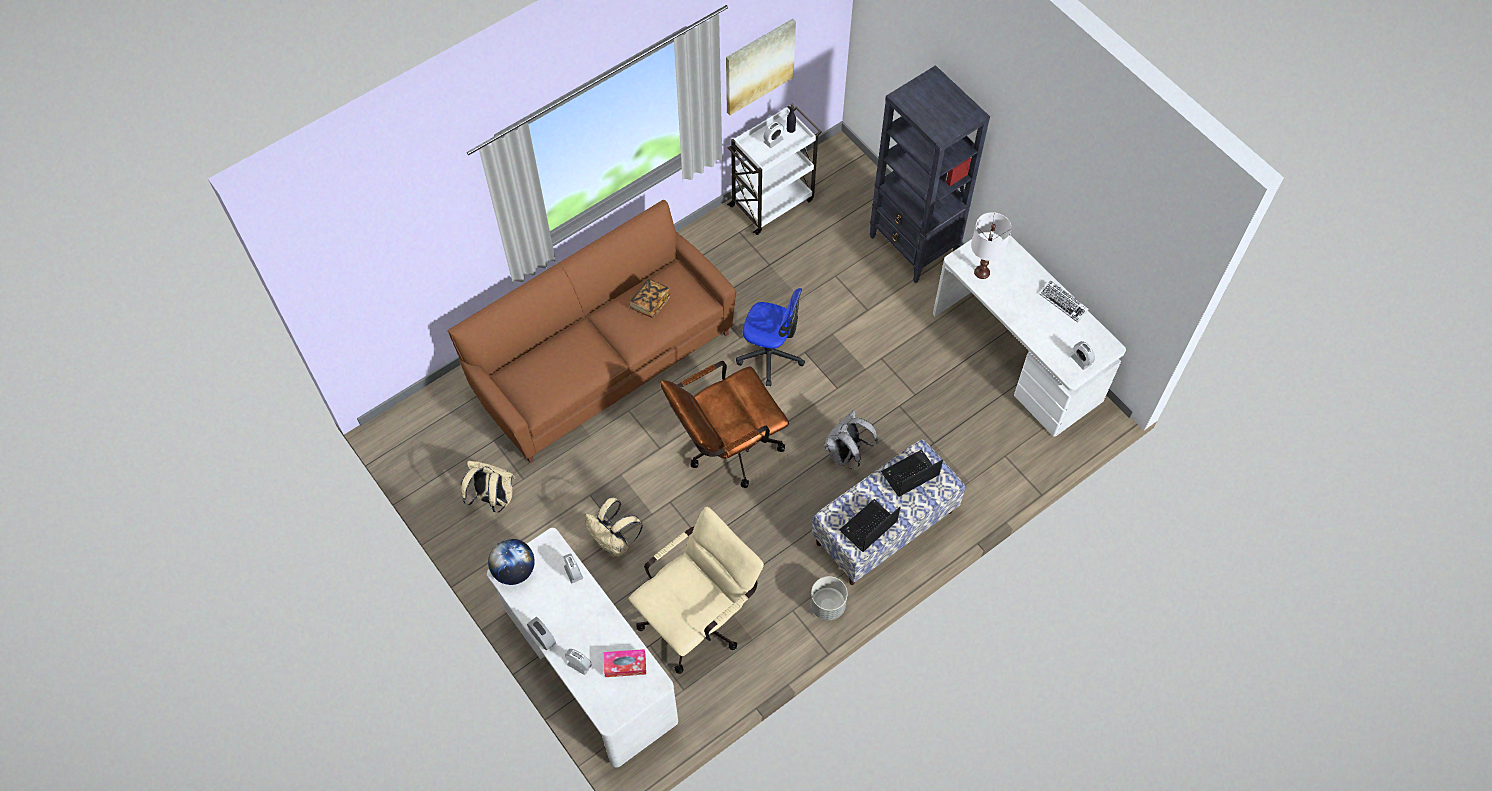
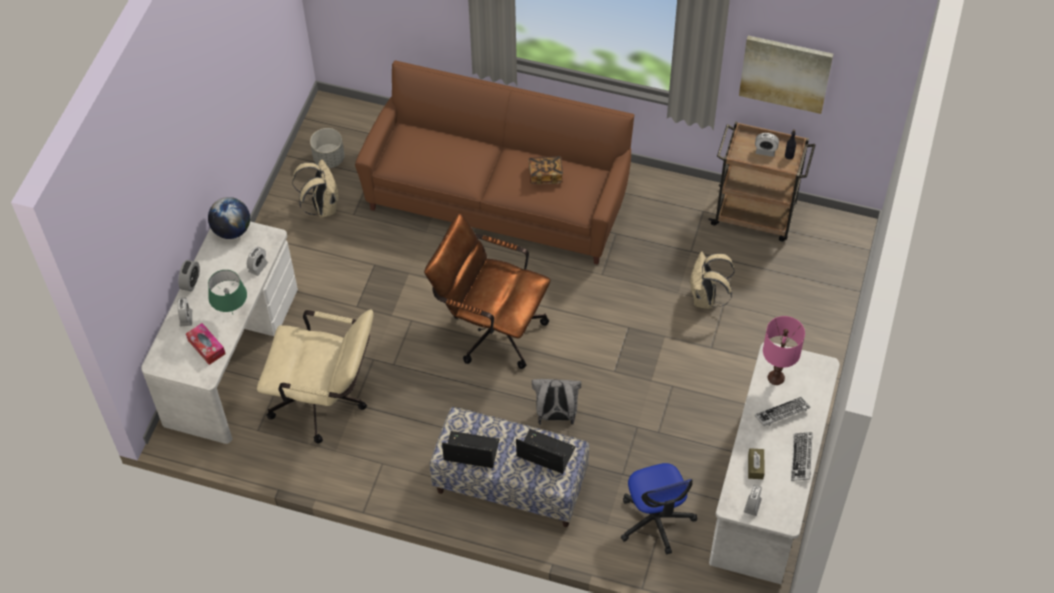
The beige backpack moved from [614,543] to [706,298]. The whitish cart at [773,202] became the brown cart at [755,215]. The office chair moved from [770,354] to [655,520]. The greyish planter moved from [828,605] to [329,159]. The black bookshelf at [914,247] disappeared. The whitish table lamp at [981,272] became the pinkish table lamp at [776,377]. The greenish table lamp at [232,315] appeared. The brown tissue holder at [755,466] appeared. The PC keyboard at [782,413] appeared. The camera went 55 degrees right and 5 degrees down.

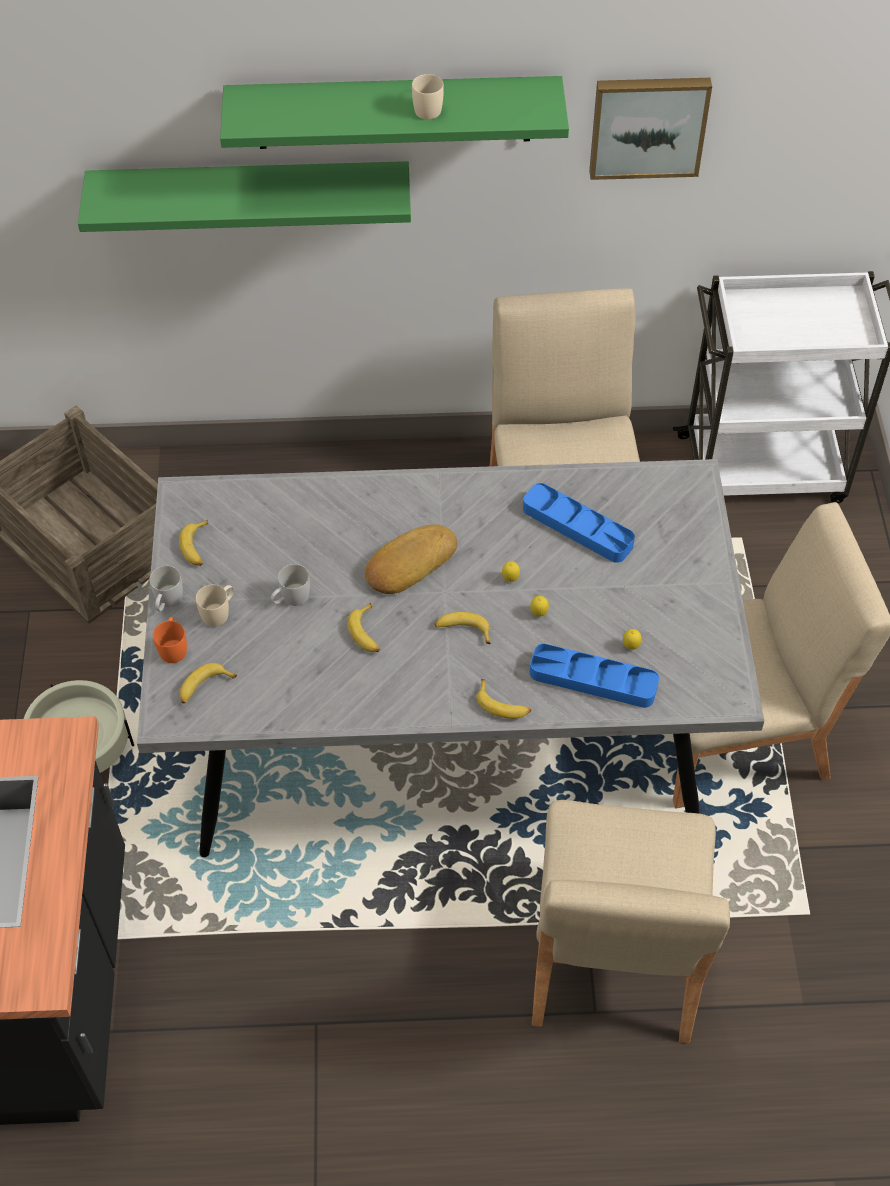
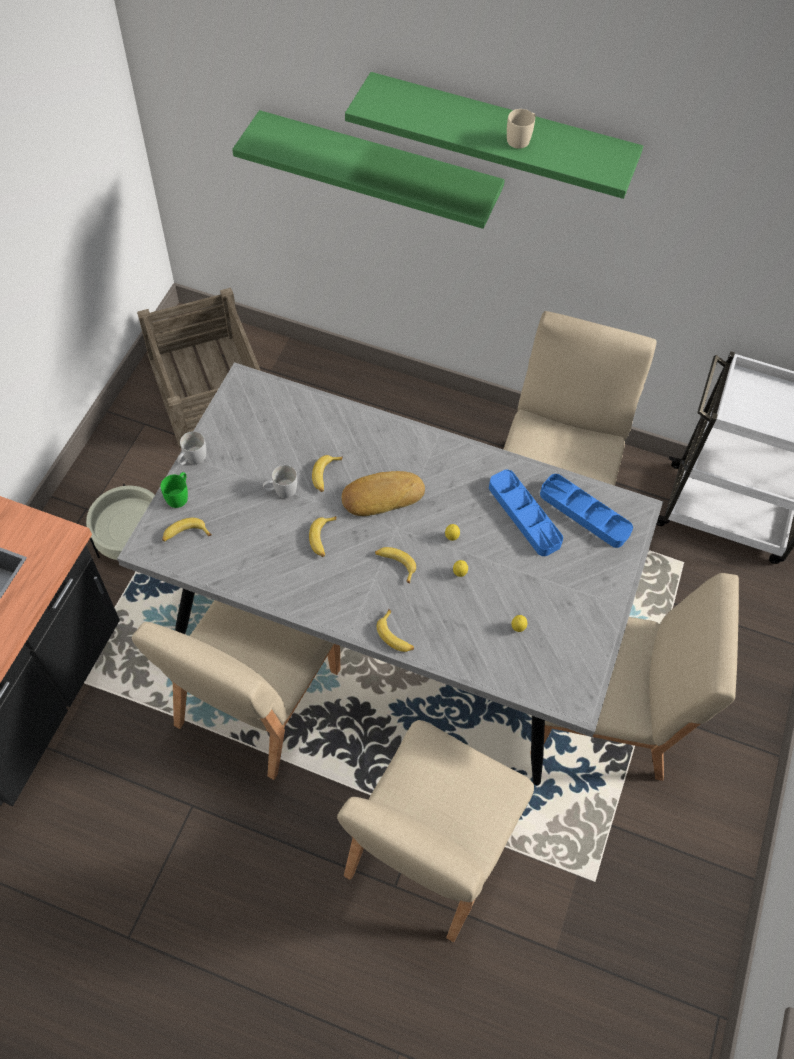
The orangey tea mug at [173,647] became the greenish tea mug at [179,495]. The banana moved from [197,547] to [325,475]. The beige tea mug at [219,612] disappeared. The bluish carrying tray moved from [593,679] to [584,513]. The wall art at [648,125] disappeared. The beige upright chair at [256,699] appeared. The camera went 20 degrees right and 5 degrees up.

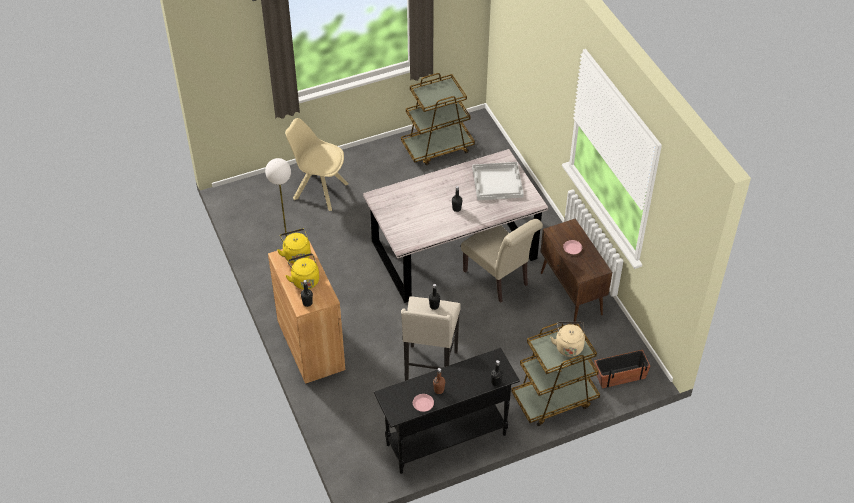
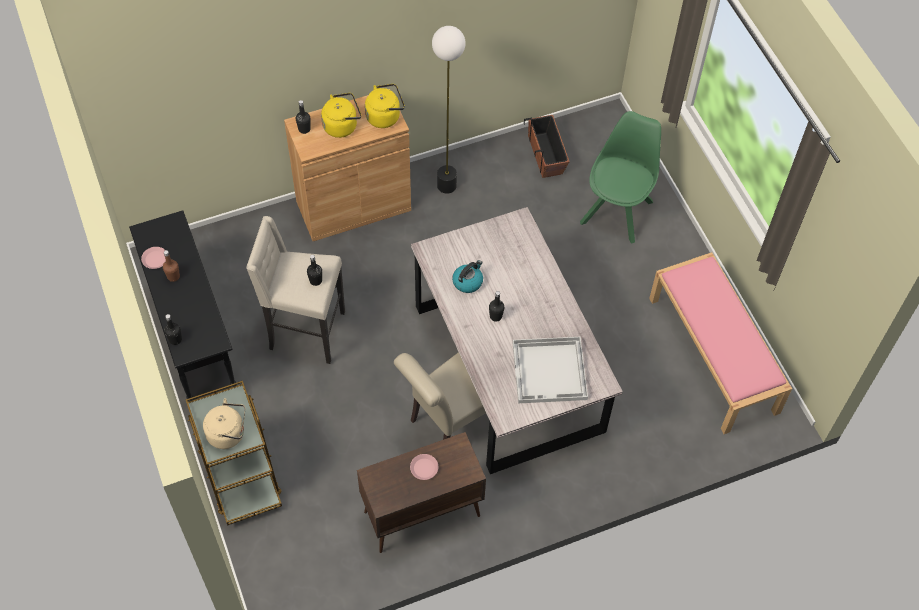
The beige upright chair at [319,190] became the greenish upright chair at [617,210]. The brown cart at [438,147] was replaced by the pinkish indoor bench at [714,355]. The planter moved from [620,375] to [546,154]. The kettle at [468,281] appeared. The camera went 90 degrees right and 10 degrees up.

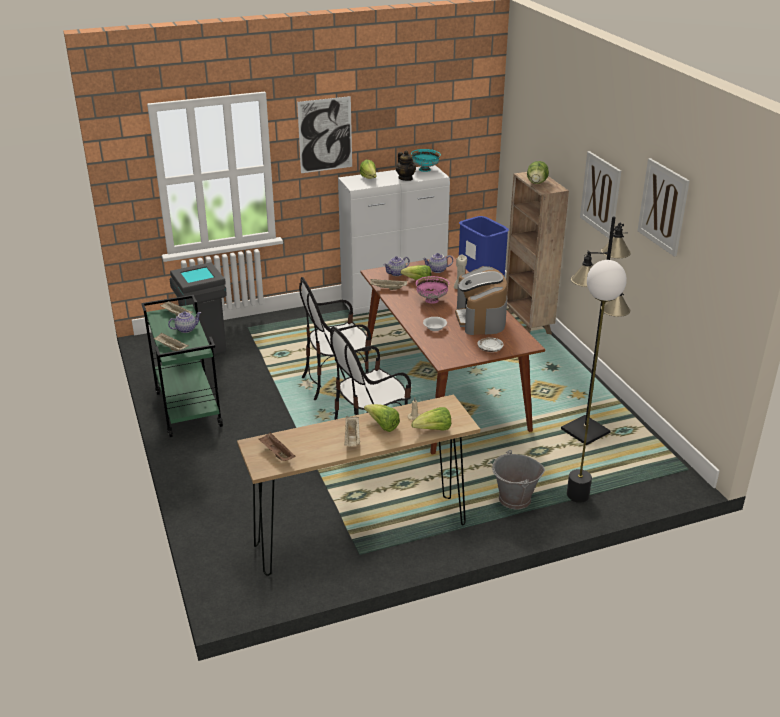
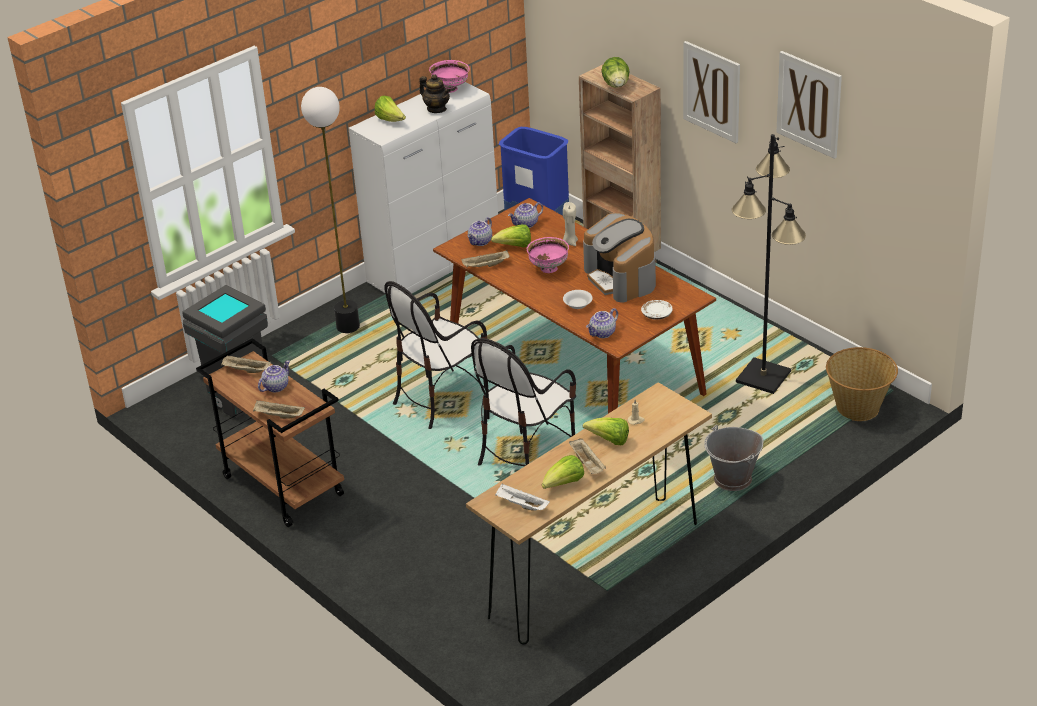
The greenish cart at [187,409] became the brown cart at [281,486]. The brown carrying tray at [276,454] became the whitish carrying tray at [521,505]. The wall art at [325,135] disappeared. The blue-green deep dish at [425,169] became the pinkish deep dish at [450,88]. The lettuce head moved from [433,430] to [564,484]. The floor lamp moved from [578,495] to [348,327]. The teapot at [603,333] appeared. The household basket at [858,407] appeared. The camera went 20 degrees left and 5 degrees up.

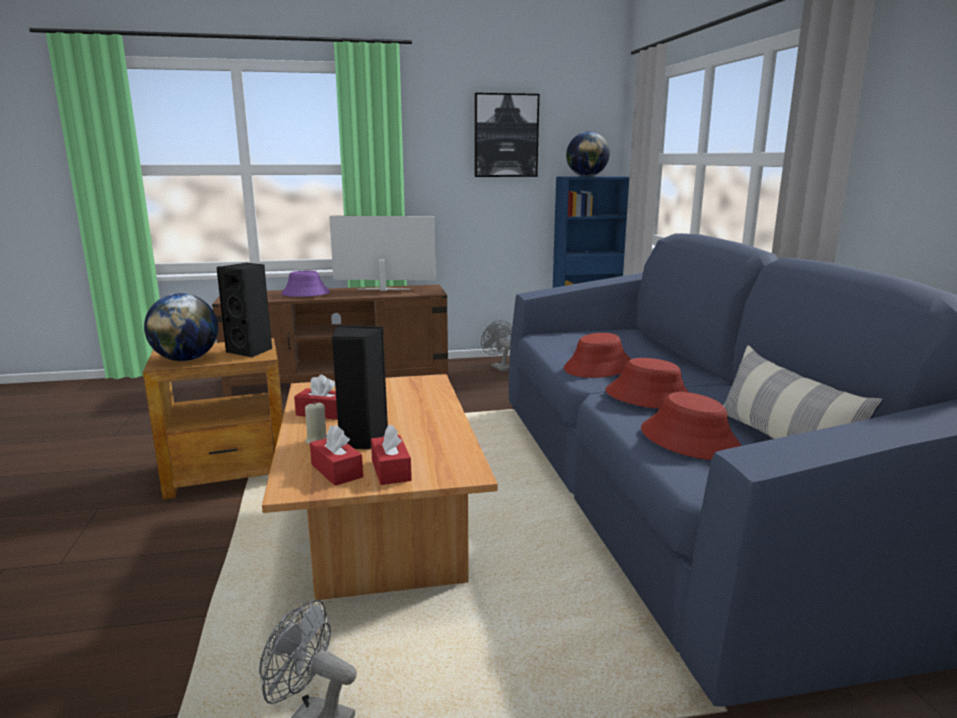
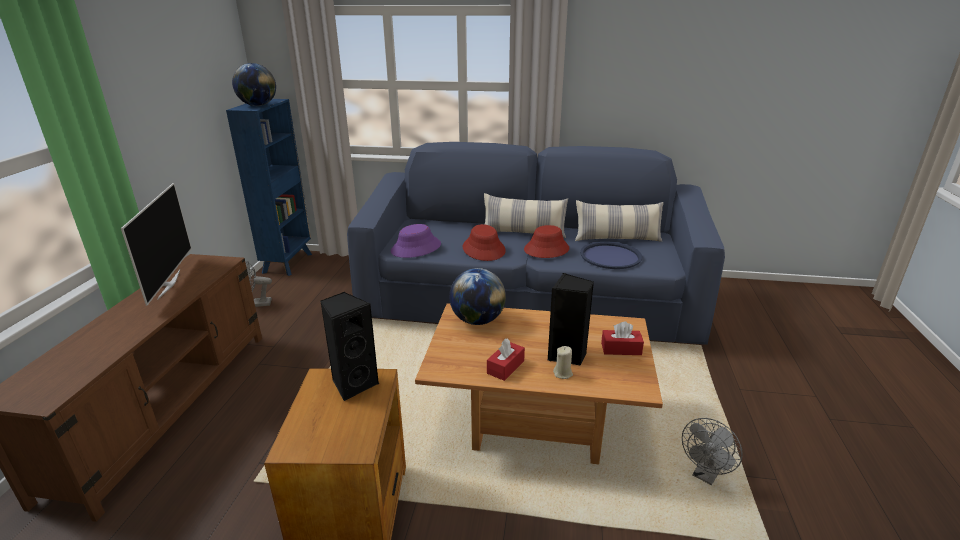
The world globe moved from [186,359] to [477,320]. The purple clothing hat moved from [305,294] to [416,248]. The reddish tissue holder at [336,471] disappeared. The TV set at [384,289] turned 150 degrees clockwise. The wall art at [505,135] disappeared. The reddish clothing hat at [690,440] was replaced by the bluish carrying tray at [610,256]. The pillow at [523,233] appeared. The camera went 70 degrees left and 10 degrees up.

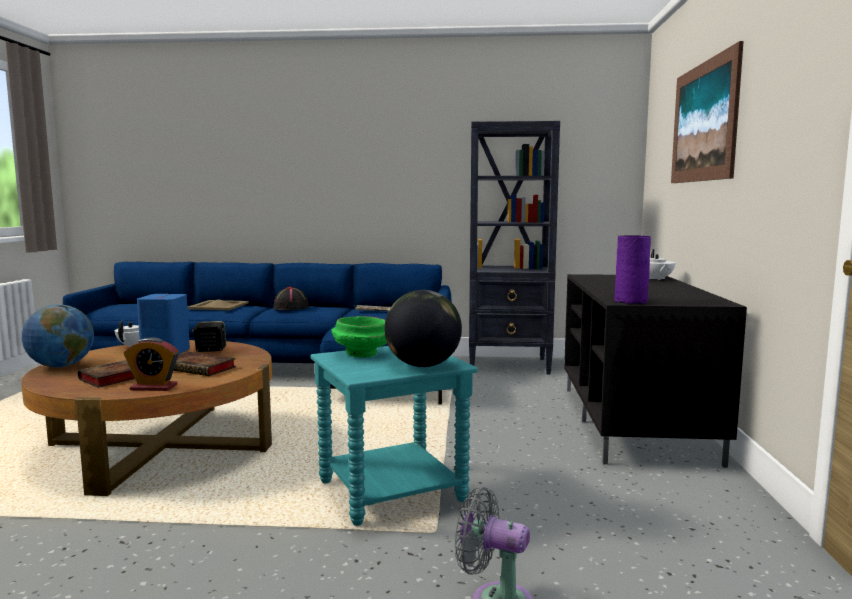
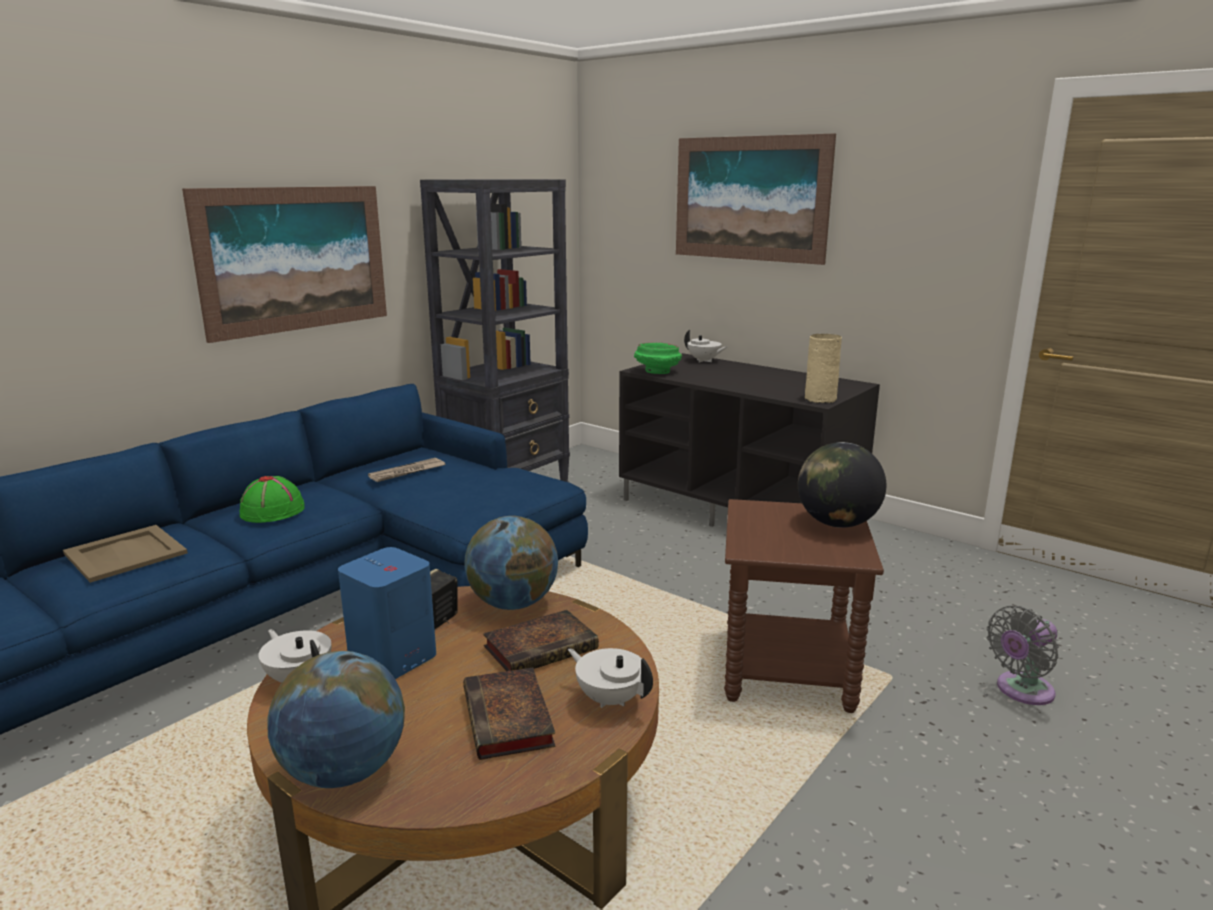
The table clock at [153,387] was replaced by the whitish teapot at [610,698]. The black clothing hat at [291,307] became the greenish clothing hat at [273,510]. The blue-green accent table at [391,492] became the brown accent table at [788,670]. The greenish deep dish moved from [361,354] to [656,372]. The purple vase at [631,301] became the beige vase at [821,399]. The wall art at [295,259] appeared. The world globe at [513,603] appeared. The camera went 55 degrees left and 10 degrees up.

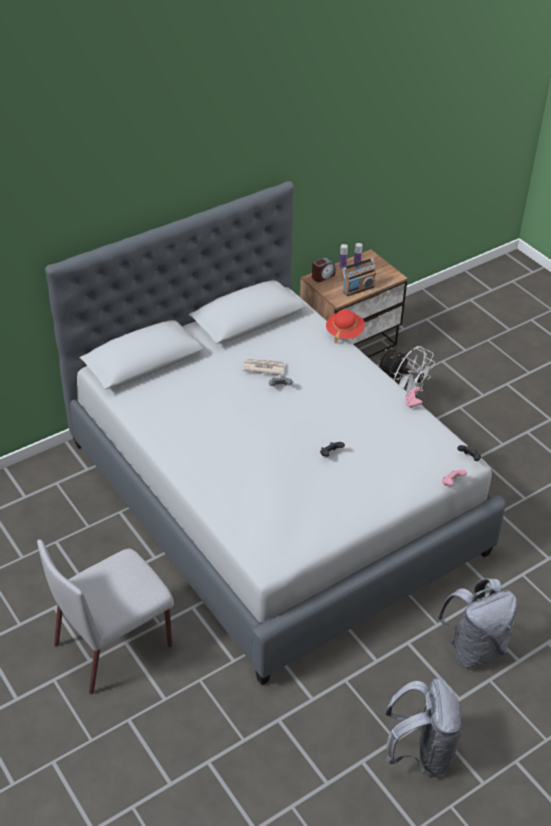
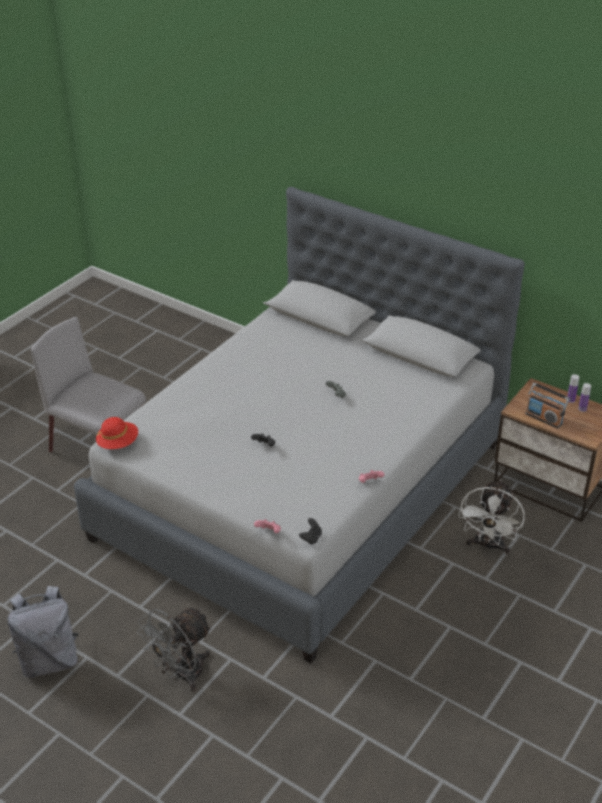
The newspaper at [263,368] disappeared. The table clock at [322,276] disappeared. The reddish clothing hat moved from [344,332] to [118,443]. The greyish backpack at [473,648] was replaced by the greyish electric fan at [181,674]. The camera went 70 degrees right and 5 degrees down.

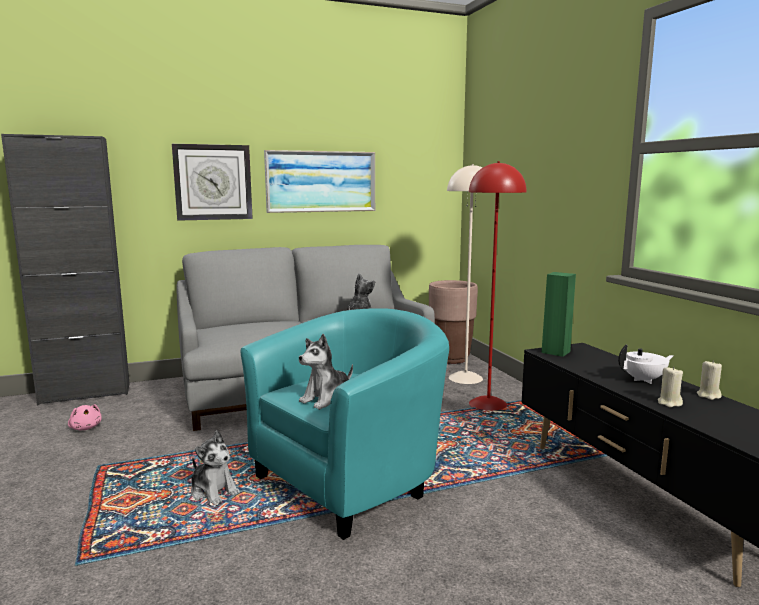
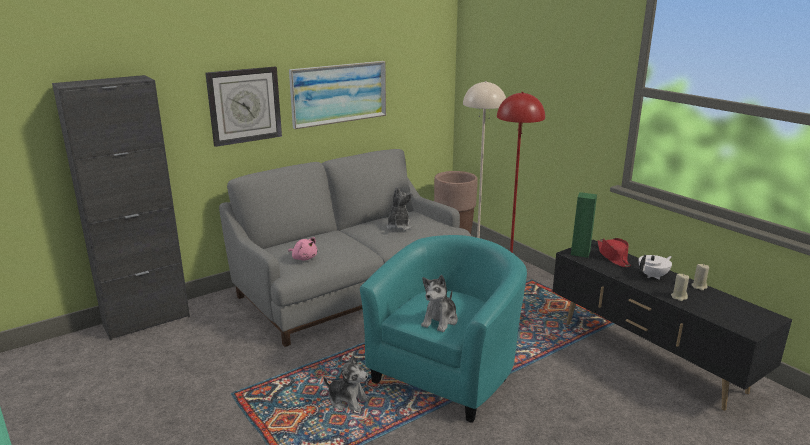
The pinkish plush toy moved from [86,428] to [304,258]. The reddish clothing hat at [613,257] appeared. The camera went 15 degrees left and 10 degrees up.

